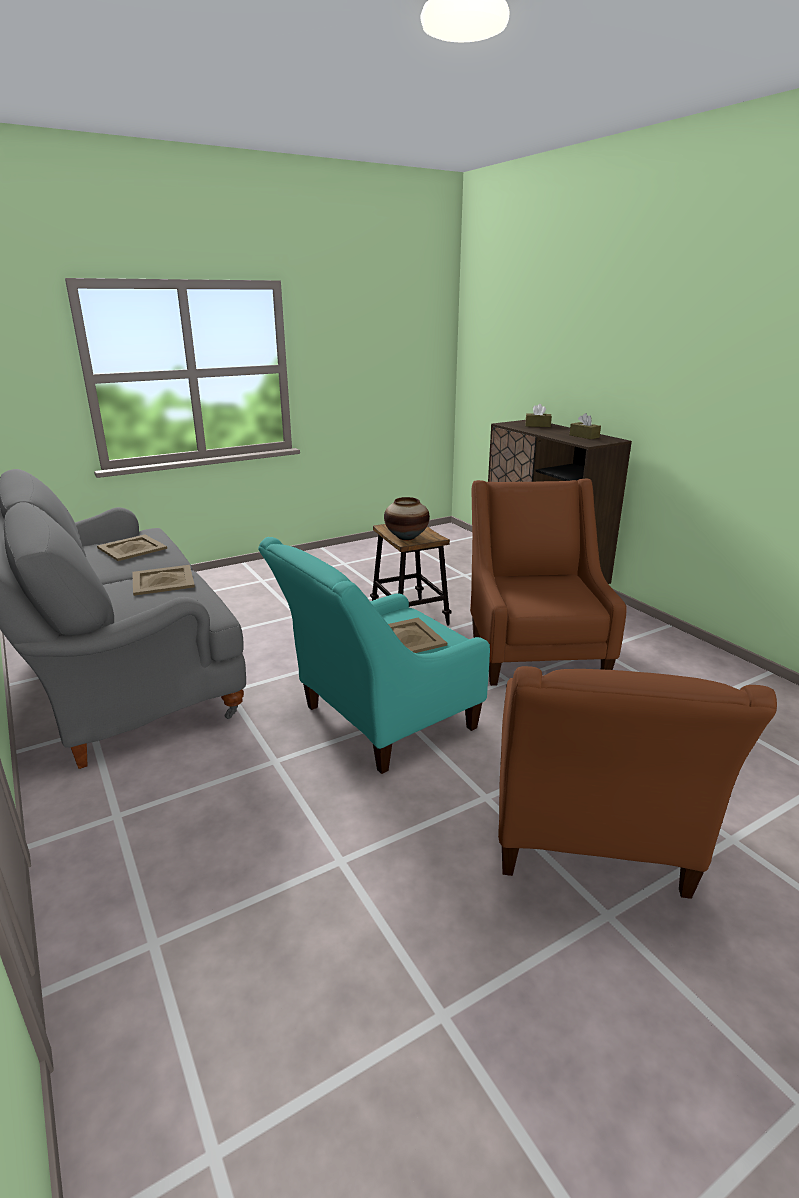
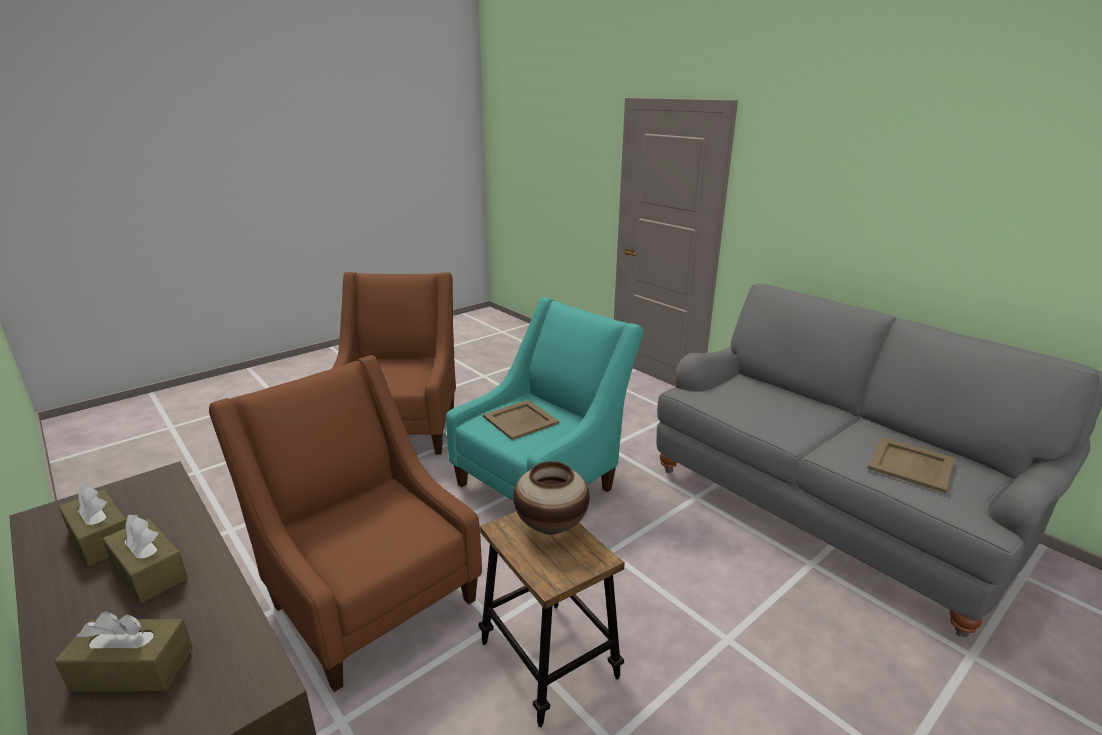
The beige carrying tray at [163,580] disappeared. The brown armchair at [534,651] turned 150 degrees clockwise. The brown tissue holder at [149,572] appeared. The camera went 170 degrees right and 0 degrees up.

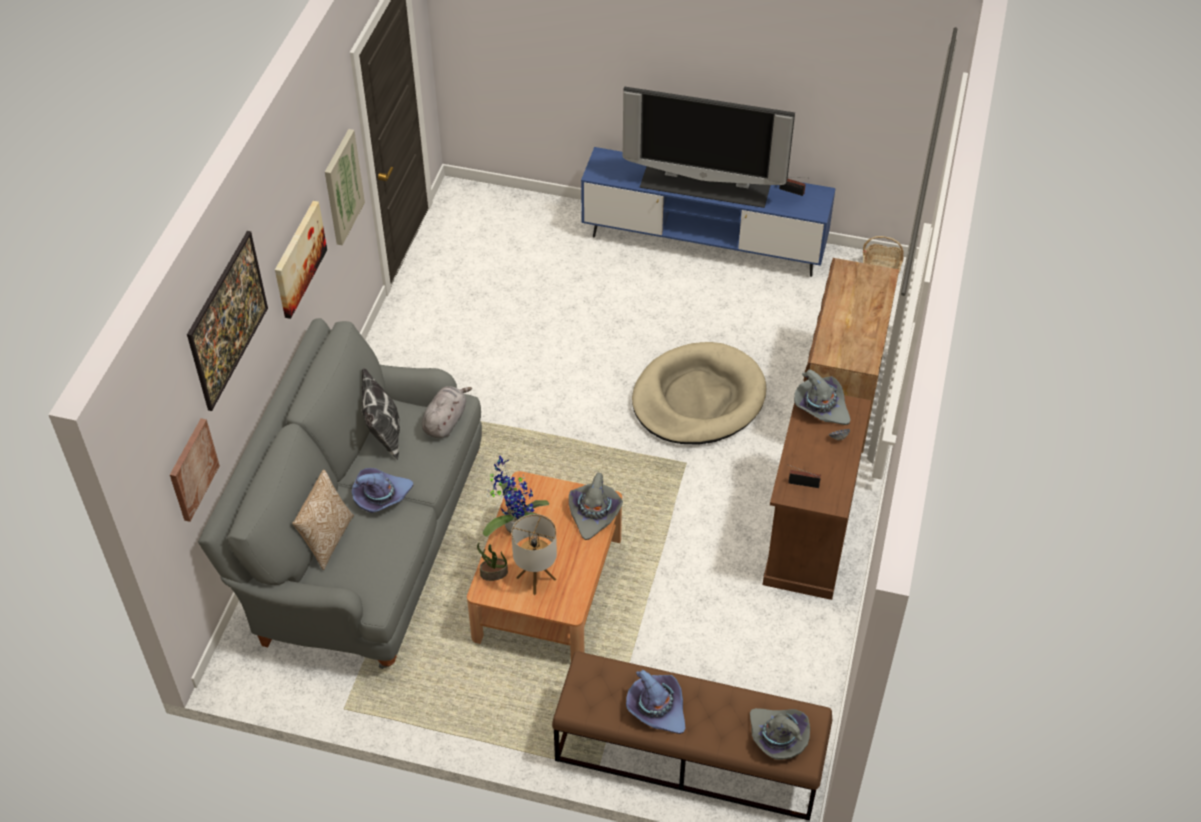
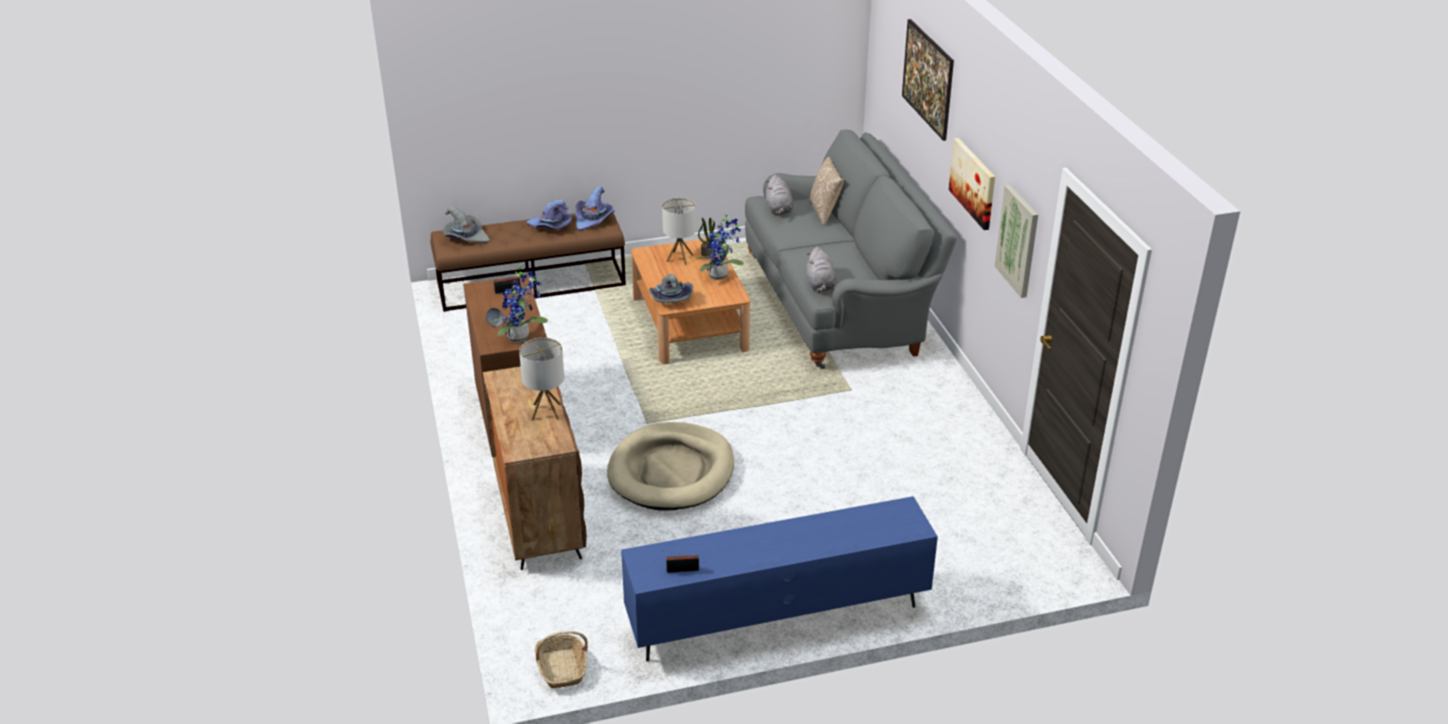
The wall art at [192,469] disappeared. The purple clothing hat moved from [381,496] to [594,219]. The pillow at [383,436] disappeared. The TV set at [705,184] disappeared. The greyish clothing hat at [821,406] was replaced by the houseplant at [521,337]. The table lamp at [546,412] appeared. The greyish plush toy at [779,209] appeared. The camera went 150 degrees right and 15 degrees down.

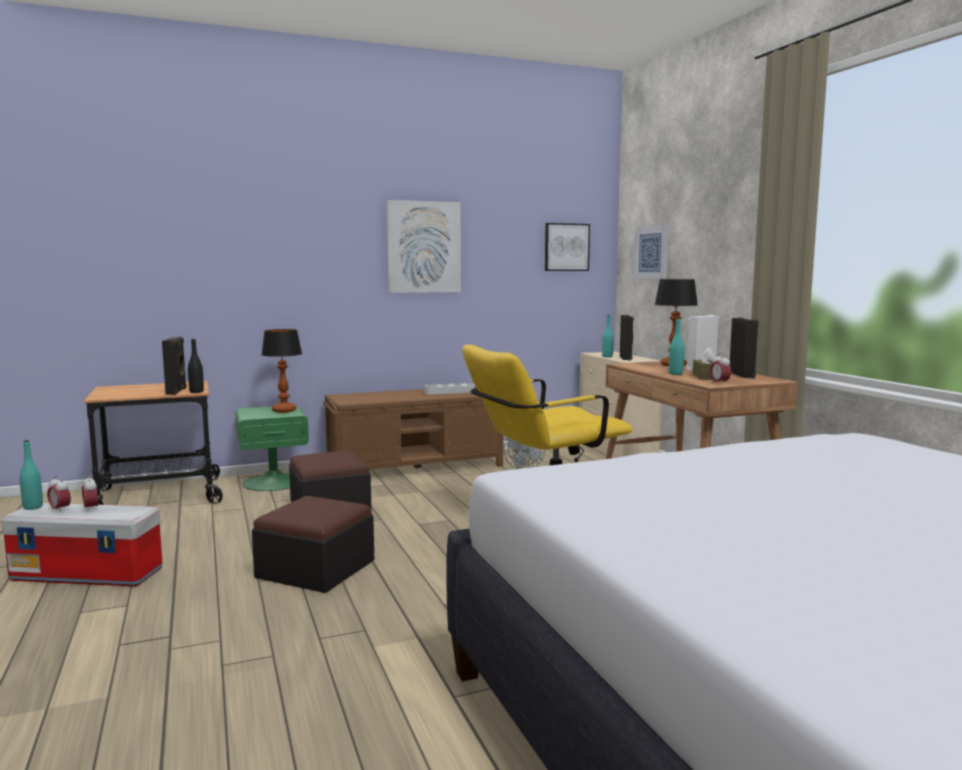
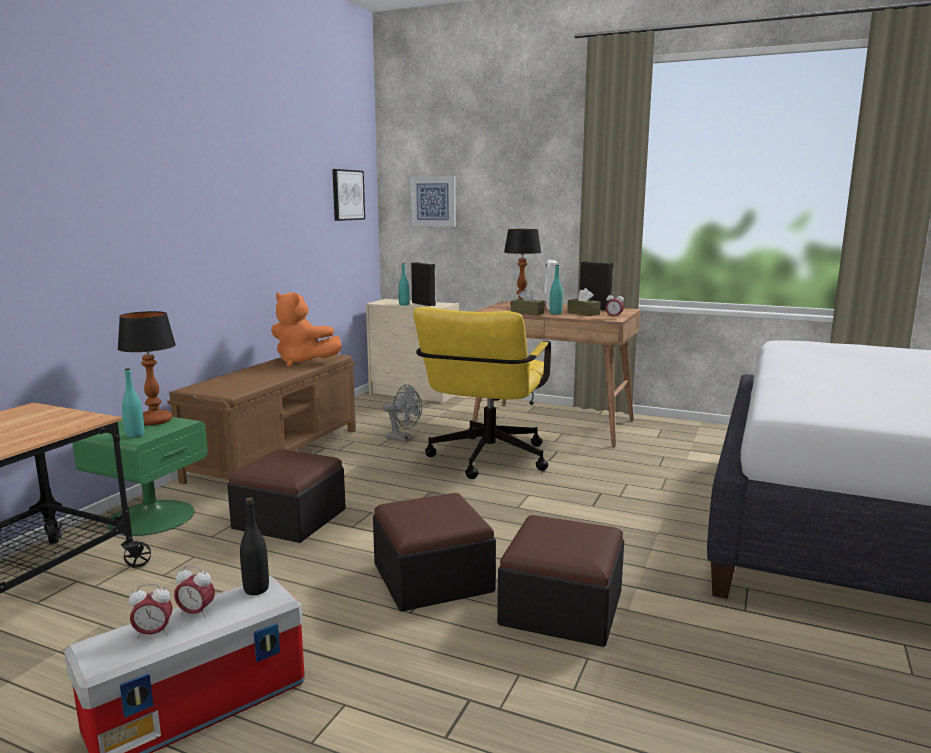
The blue-green beverage bottle moved from [33,507] to [135,435]. The black loudspeaker at [177,391] disappeared. The black beverage bottle moved from [196,392] to [256,589]. The wall art at [423,247] disappeared. The greyish carrying tray at [452,392] was replaced by the orangey plush toy at [302,362]. The footrest at [561,607] appeared. The brown tissue holder at [527,313] appeared. The camera went 45 degrees left and 5 degrees up.

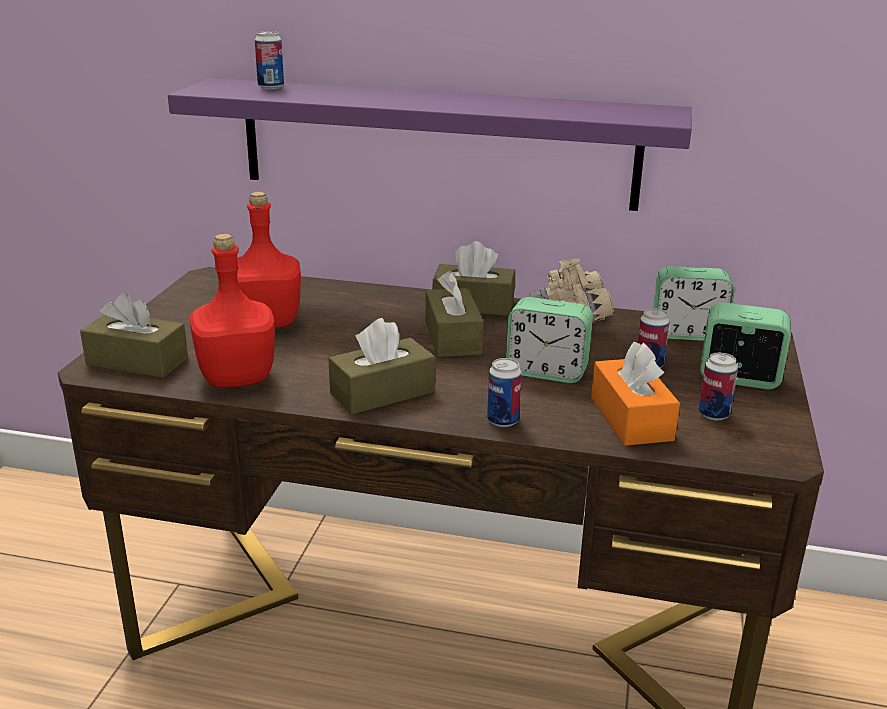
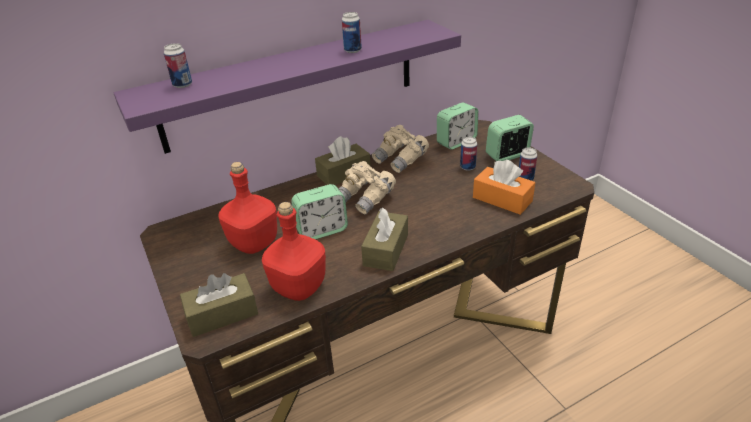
The brown tissue holder at [452,338] was replaced by the beige field glasses at [365,199]. The can moved from [502,421] to [352,50]. The table clock moved from [546,372] to [322,230]. The camera went 40 degrees left and 10 degrees up.

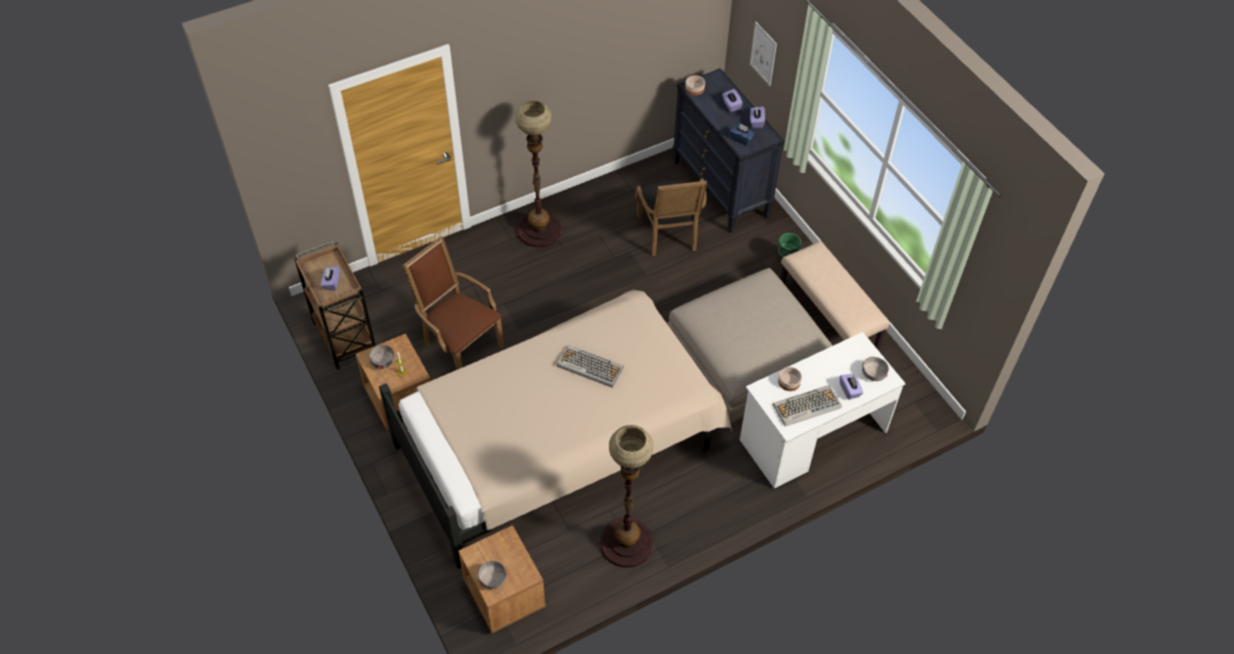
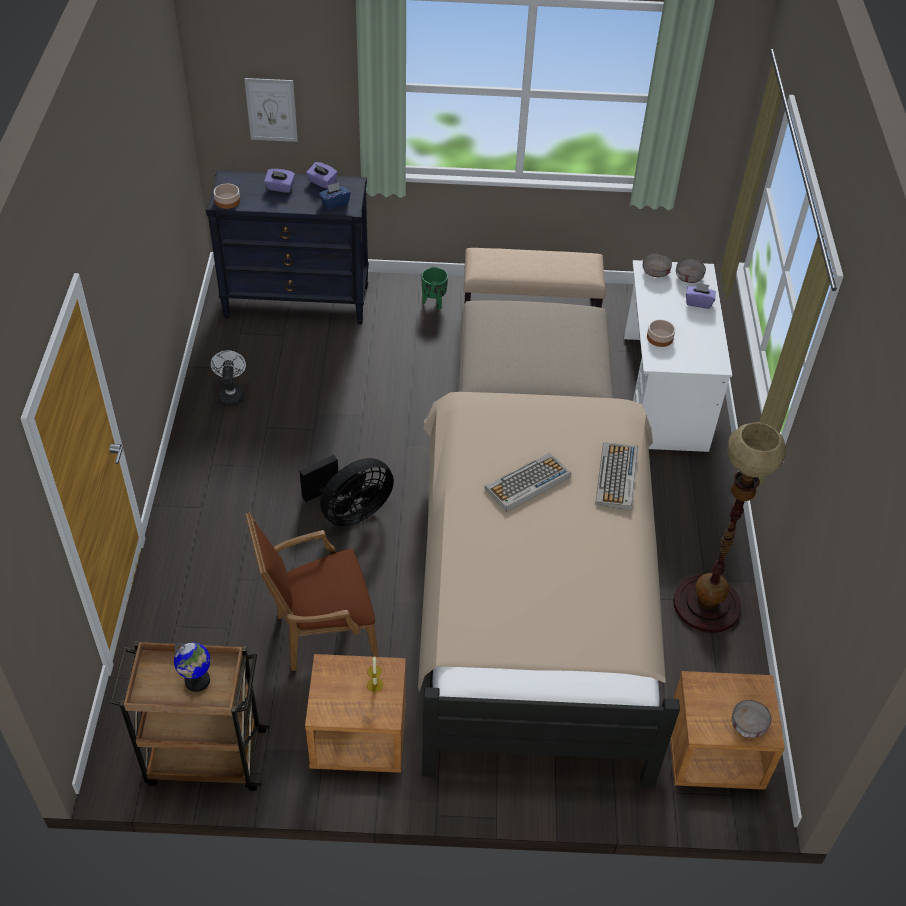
The purple tissue holder at [331,283] was replaced by the world globe at [197,681]. The greyish deep dish moved from [382,361] to [655,272]. The floor lamp at [539,230] disappeared. The black armchair at [669,236] disappeared. The PC keyboard moved from [806,406] to [617,477]. The whitish electric fan at [231,393] appeared. The black electric fan at [350,512] appeared. The camera went 60 degrees left and 5 degrees down.

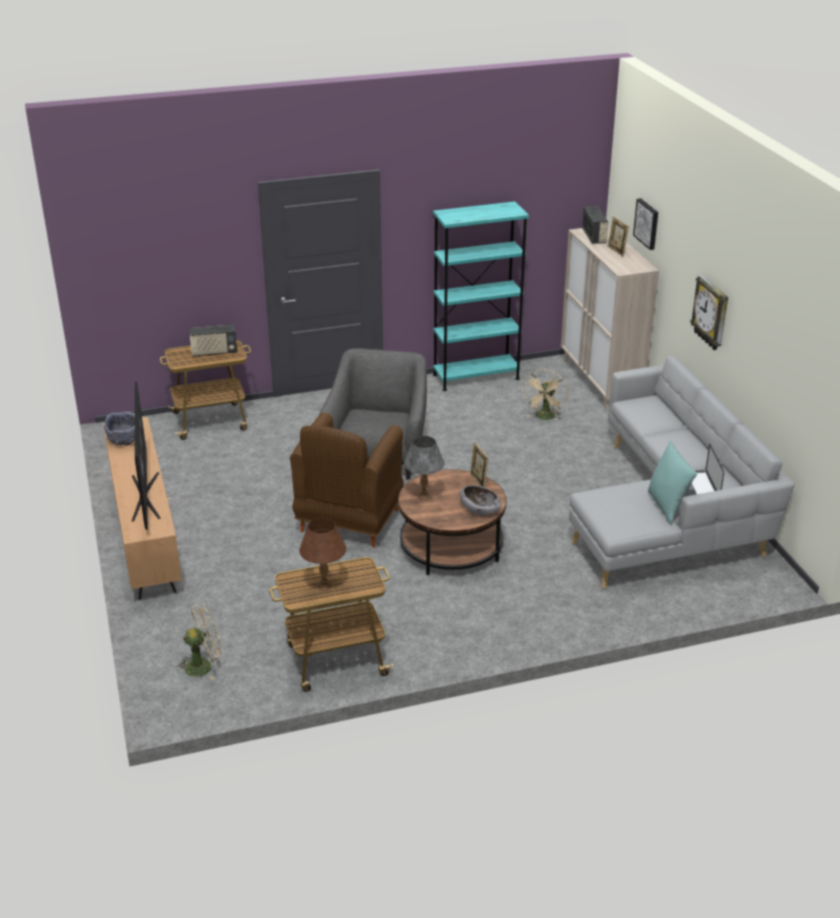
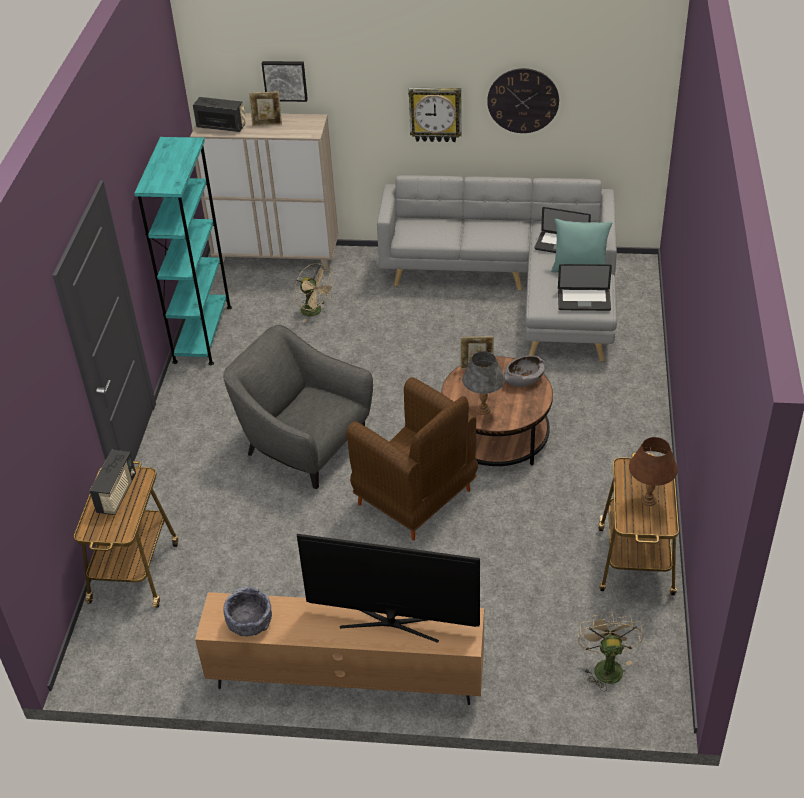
The hanging clock at [523,100] appeared. The portable computer at [584,301] appeared. The camera went 65 degrees left and 10 degrees up.

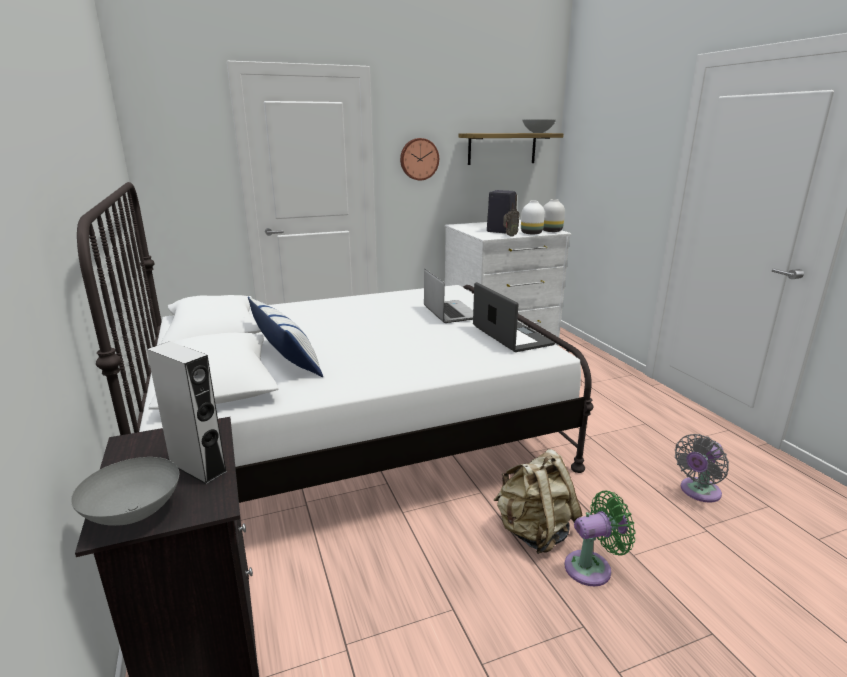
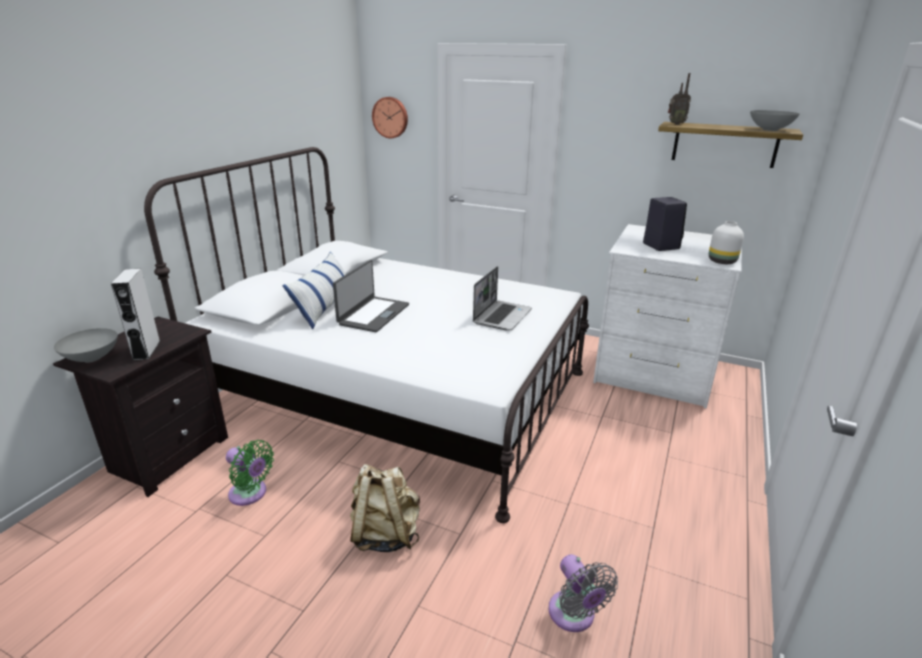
The hanging clock moved from [419,159] to [390,117]. The portable computer moved from [510,336] to [373,314]. The radio receiver moved from [509,236] to [675,124]. The whitish vase at [532,233] disappeared. The greenish electric fan moved from [592,567] to [250,494]. The greyish electric fan at [698,492] turned 120 degrees counterclockwise. The camera went 45 degrees right and 5 degrees up.

